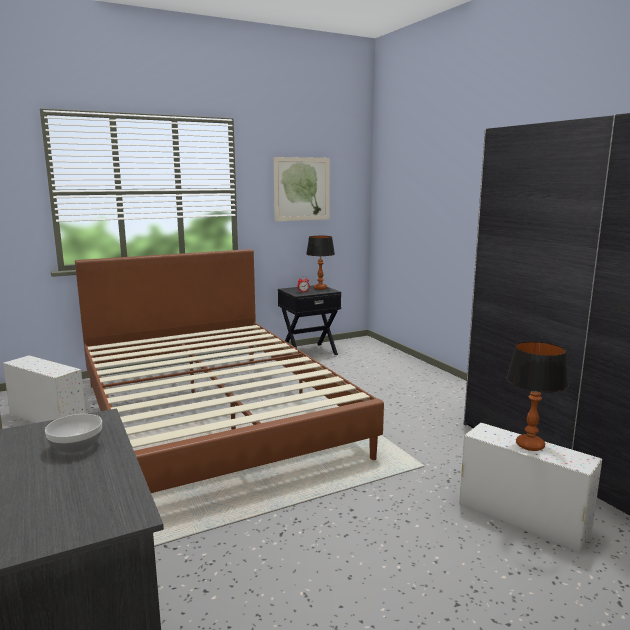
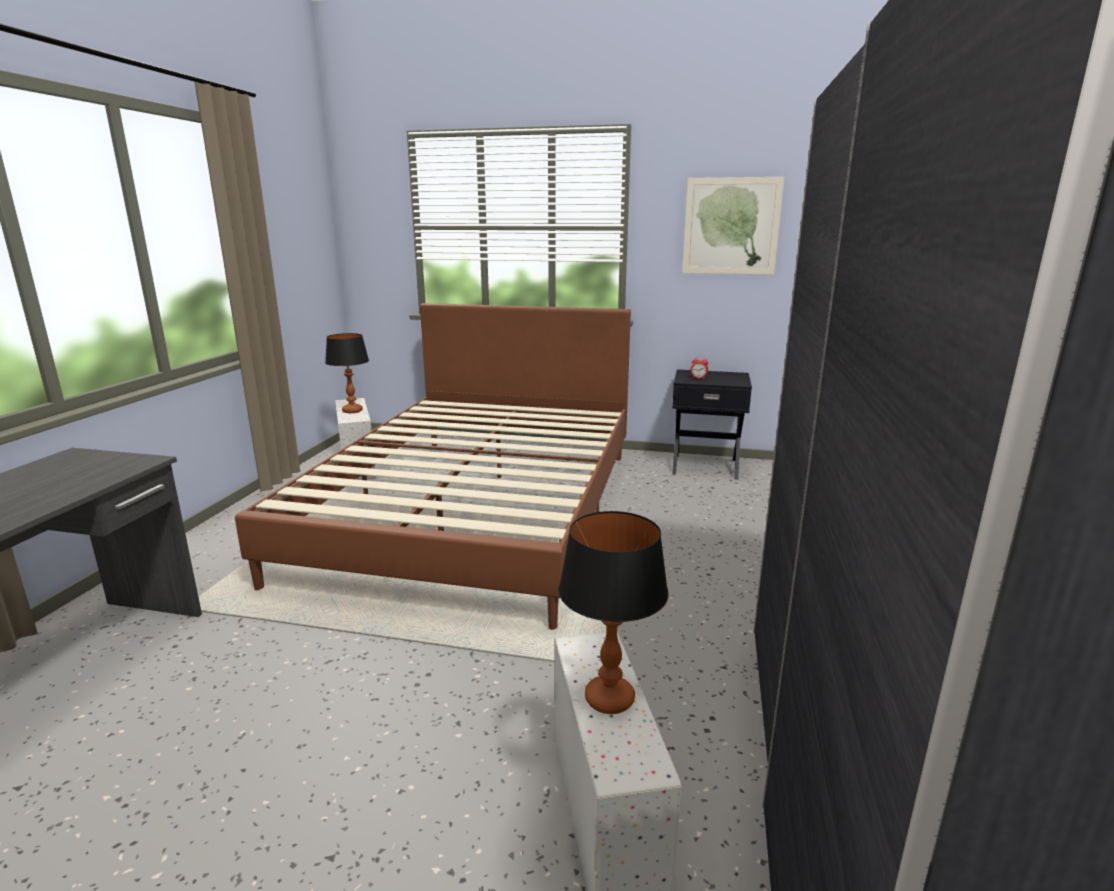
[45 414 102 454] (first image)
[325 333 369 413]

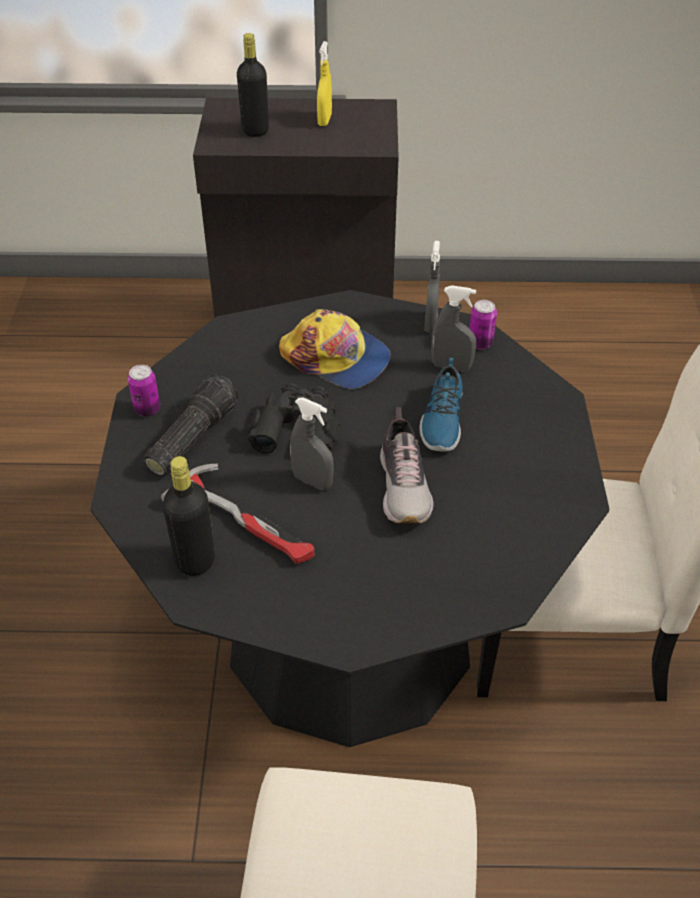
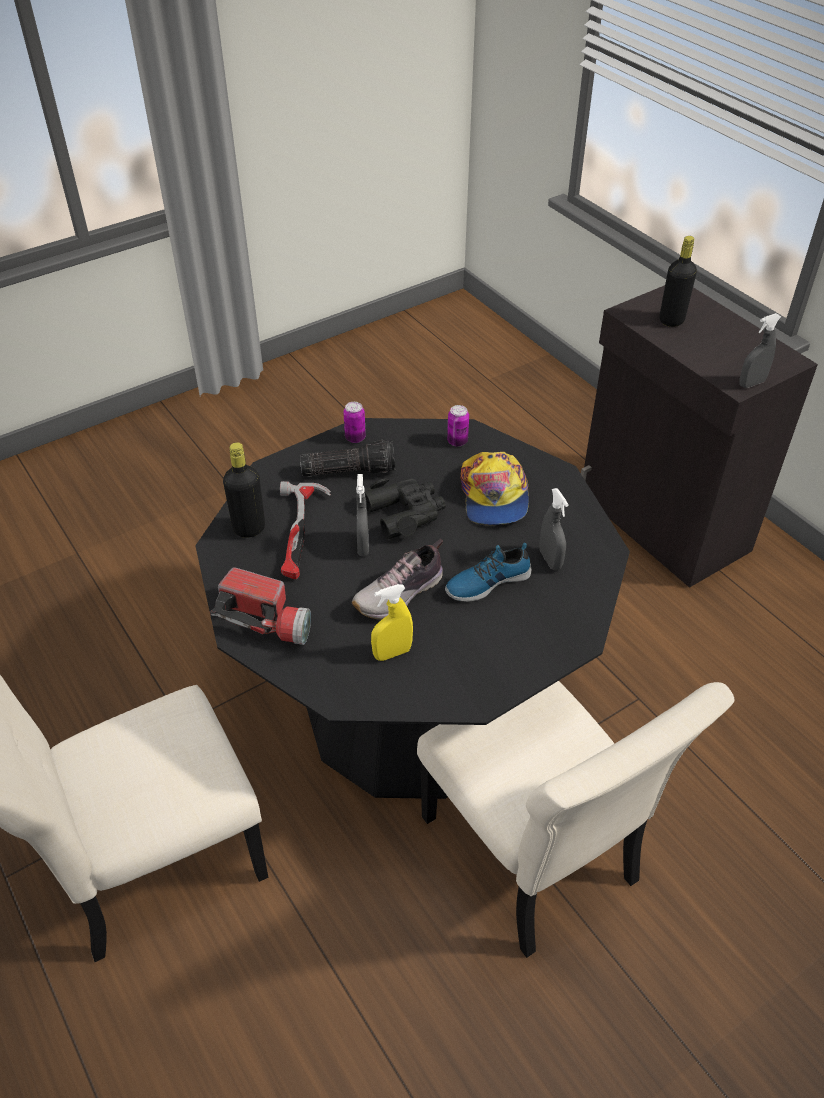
[210 568 311 645]
[371 584 413 661]
[740 313 781 388]
[447 405 469 447]

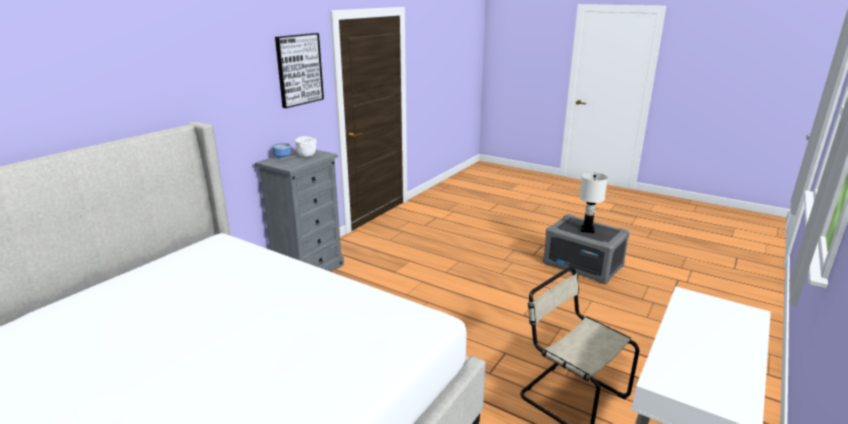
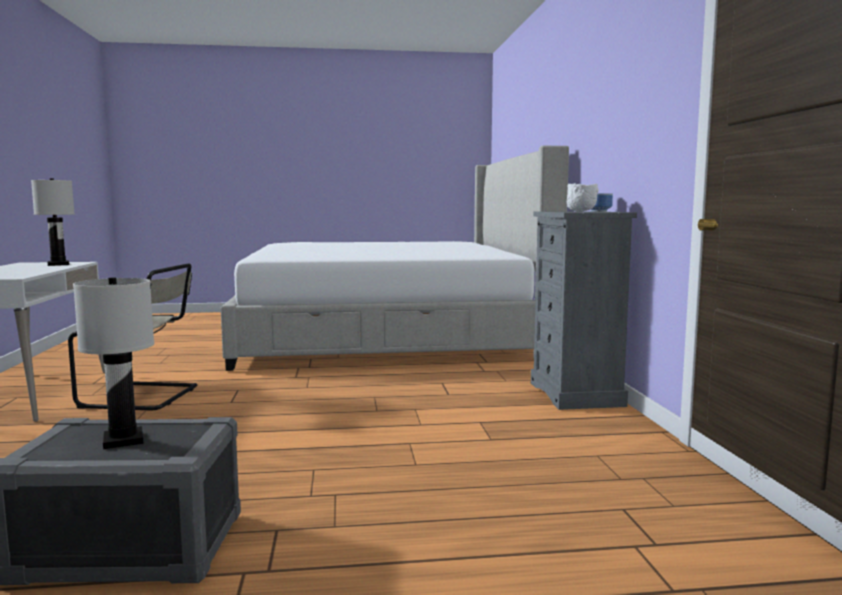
[275 33 324 108] (first image)
[31 178 75 266]

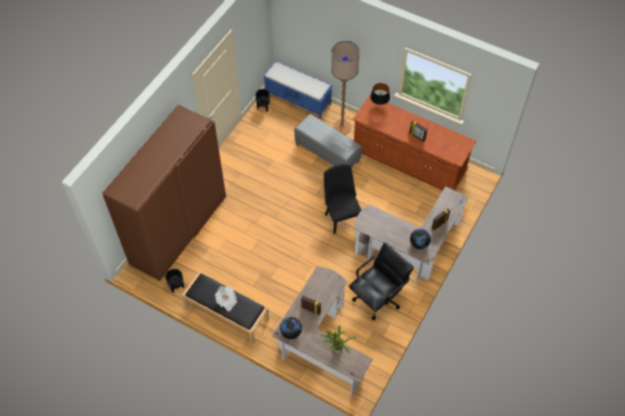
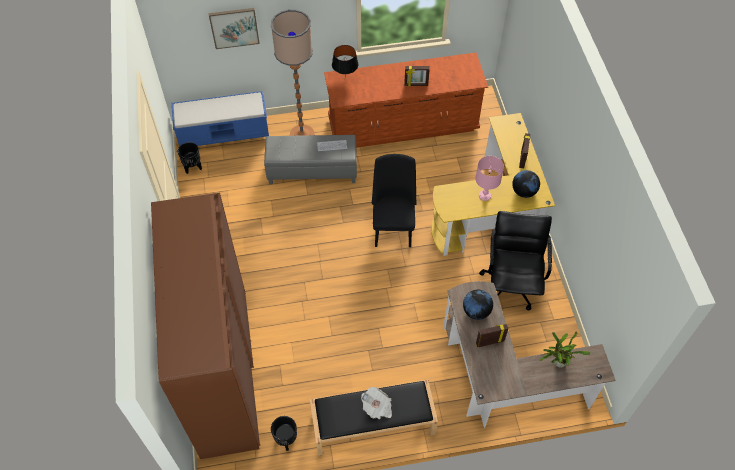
[209 8 260 49]
[475 156 504 201]
[463 290 493 320]
[432 113 555 256]
[372 154 417 247]

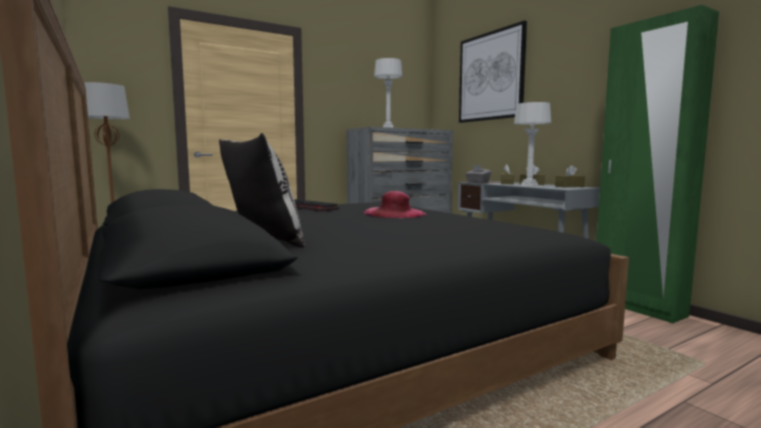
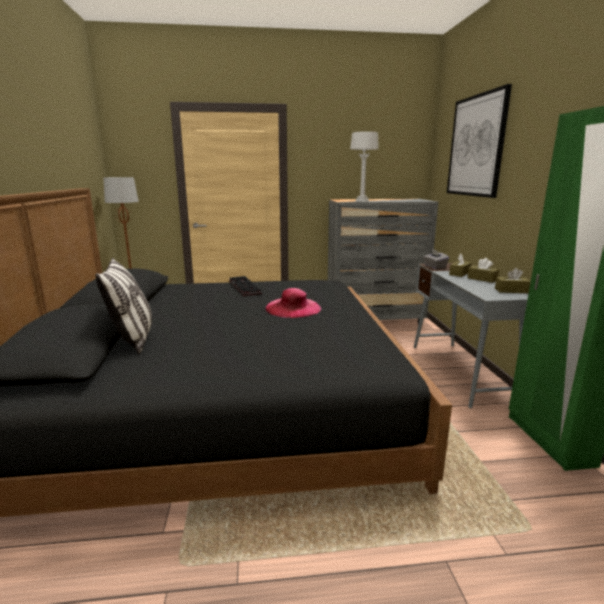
[514 102 551 187] (first image)

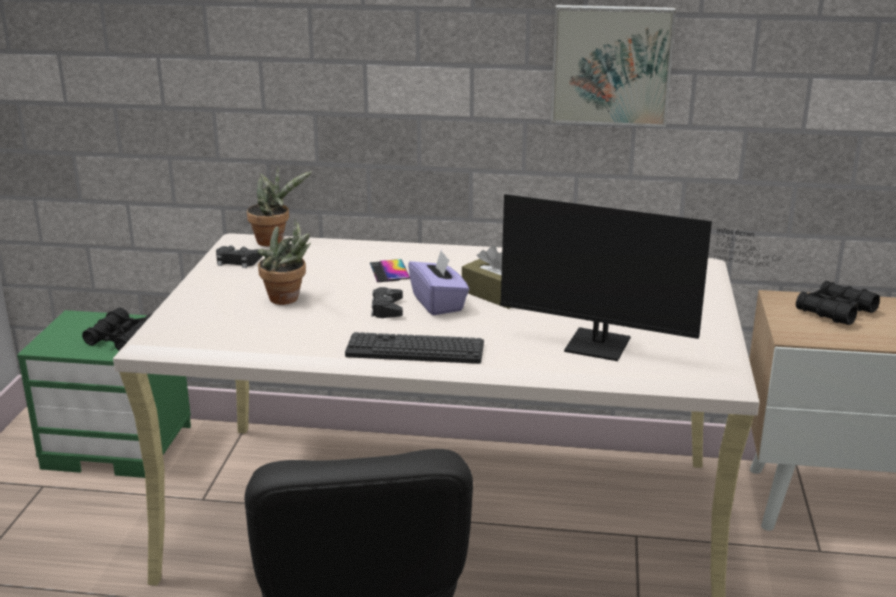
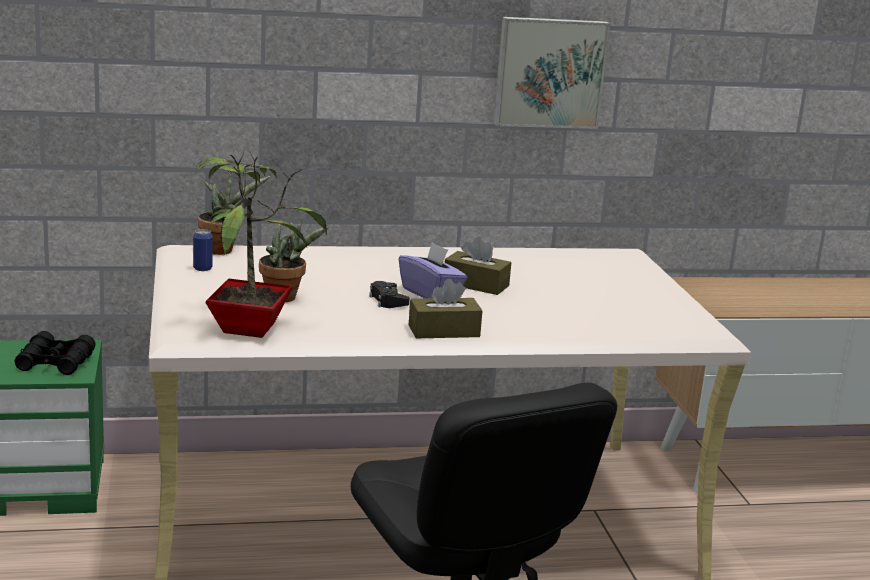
[370 259 410 282] (first image)
[500 194 781 361] (first image)
[796 281 880 325] (first image)
[195 148 327 338]
[193 229 213 271]
[409 279 483 338]

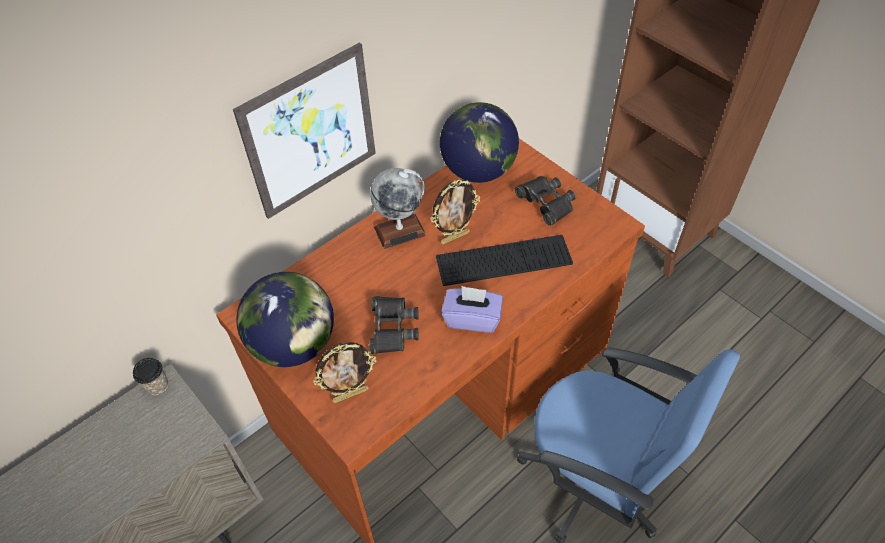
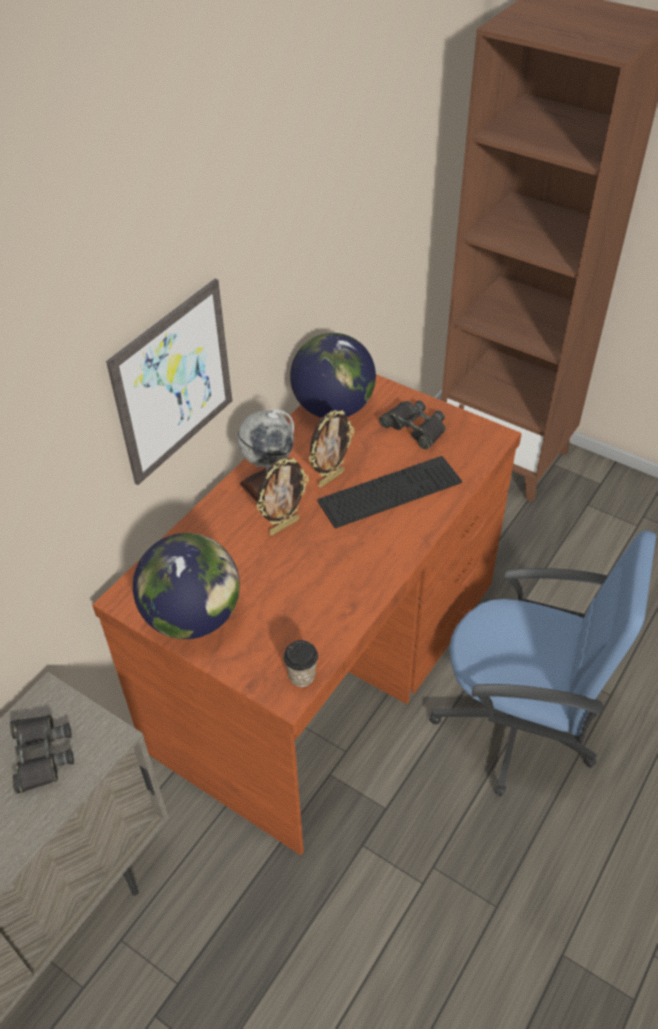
[441 286 503 333] (first image)
[283 640 318 687]
[256 458 309 536]
[10 715 74 794]

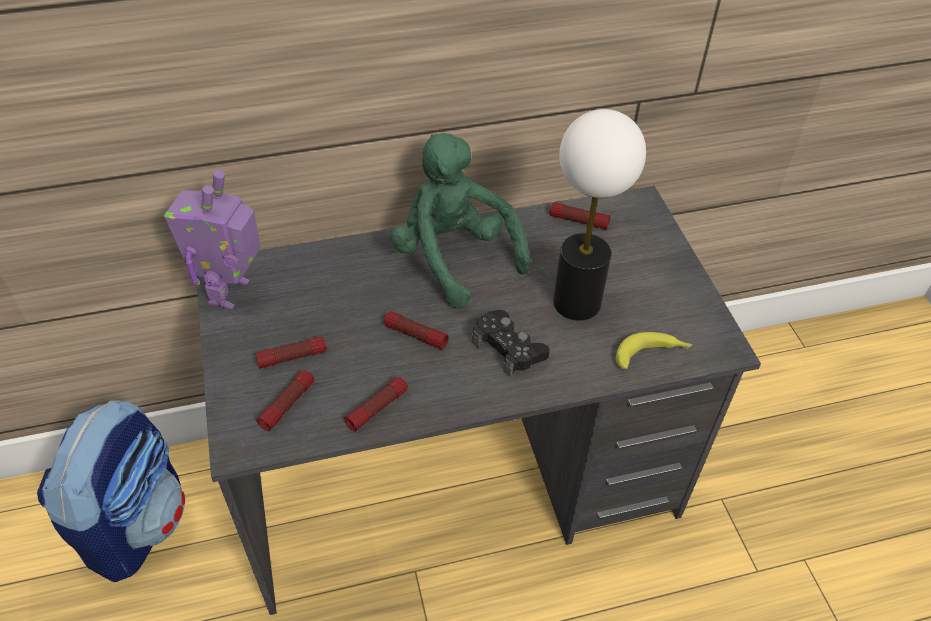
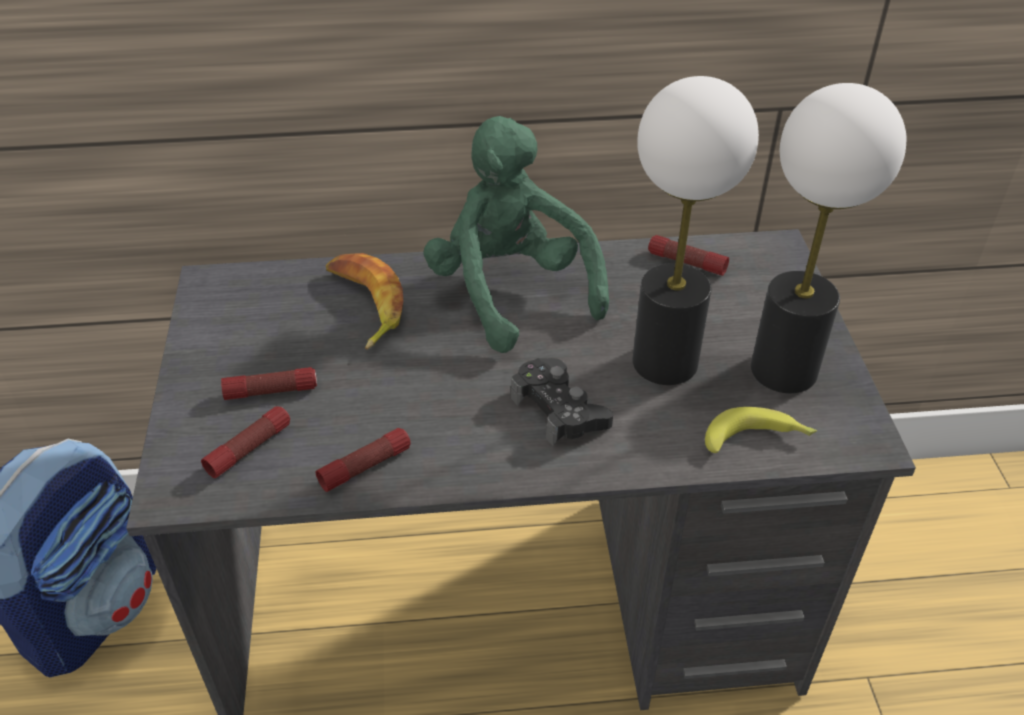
[164 170 261 310] (first image)
[384 311 448 350] (first image)
[326 253 403 350]
[751 83 906 393]

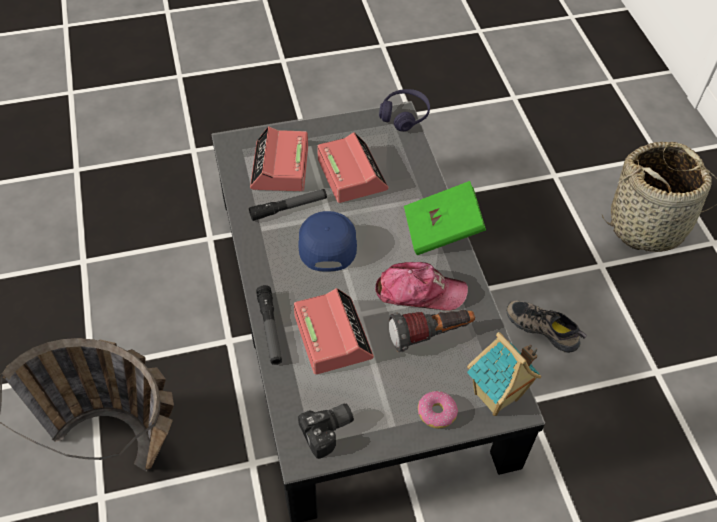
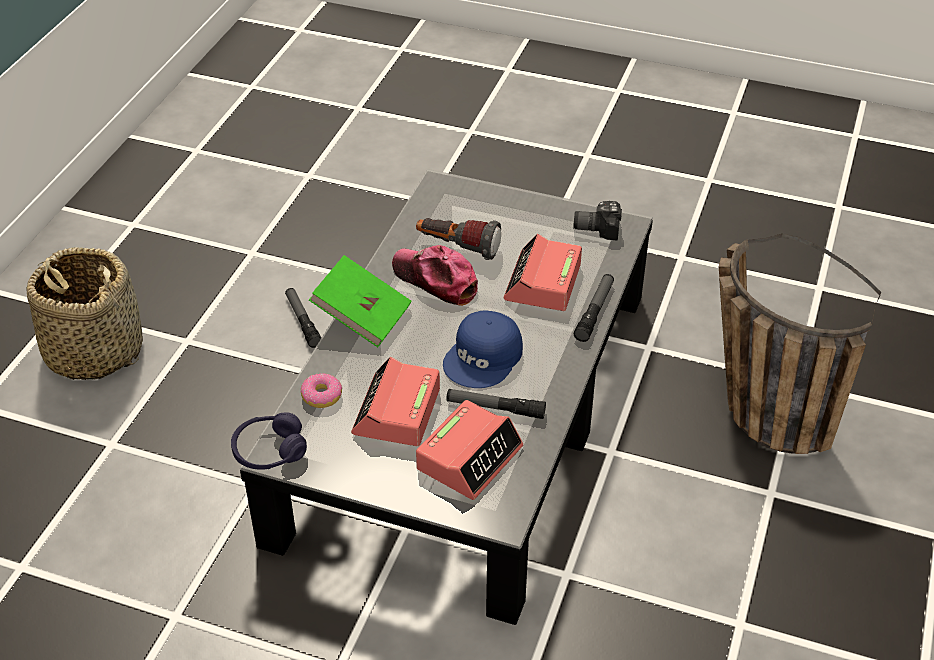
[467 332 541 416] (first image)
[301 373 342 408]
[285 288 321 348]

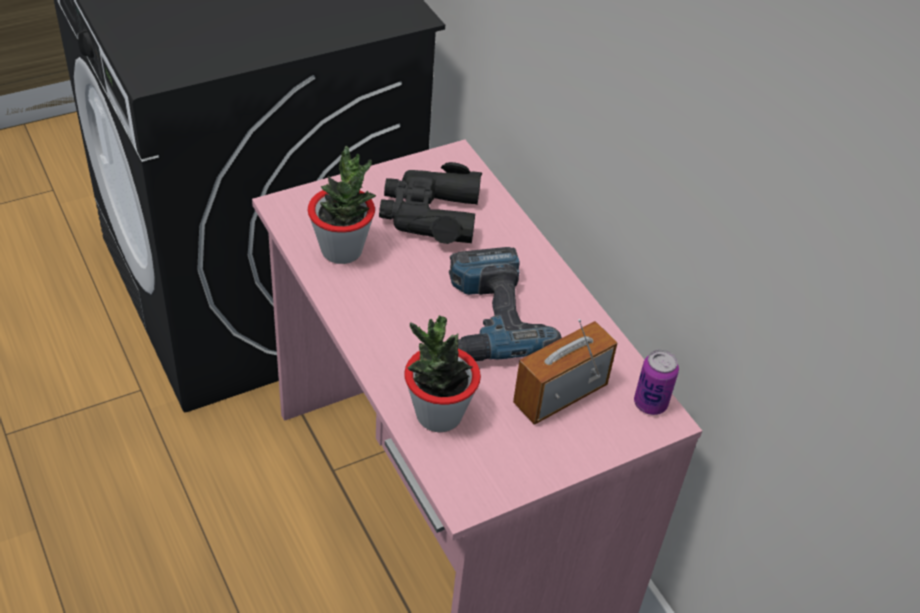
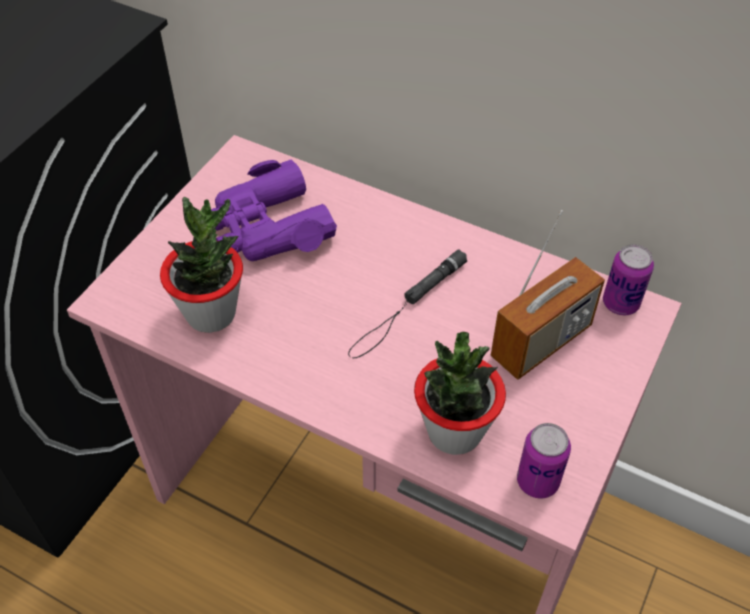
[517 423 571 499]
[348 249 468 358]
[211 159 337 261]
[491 210 605 380]

